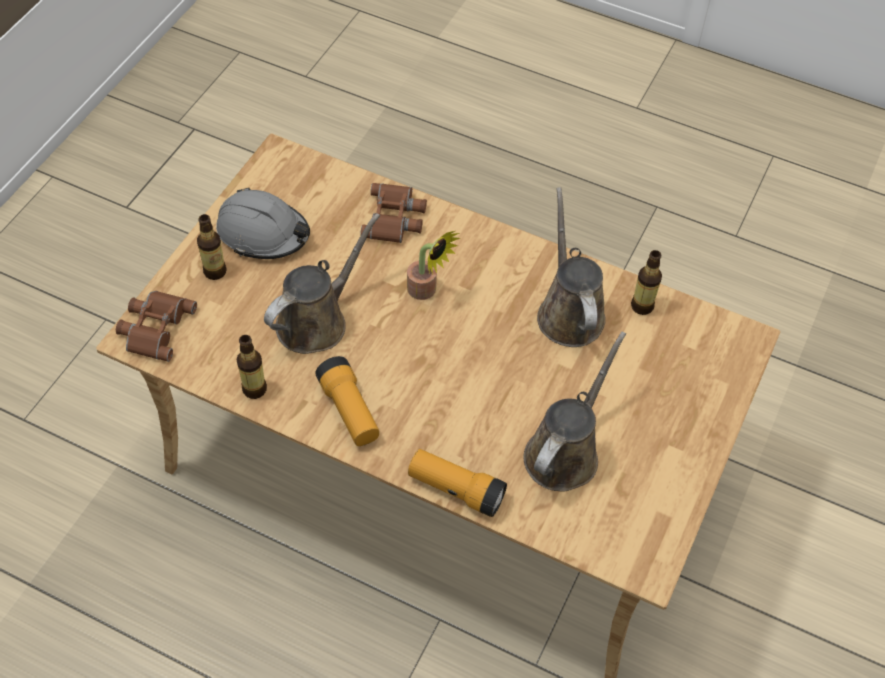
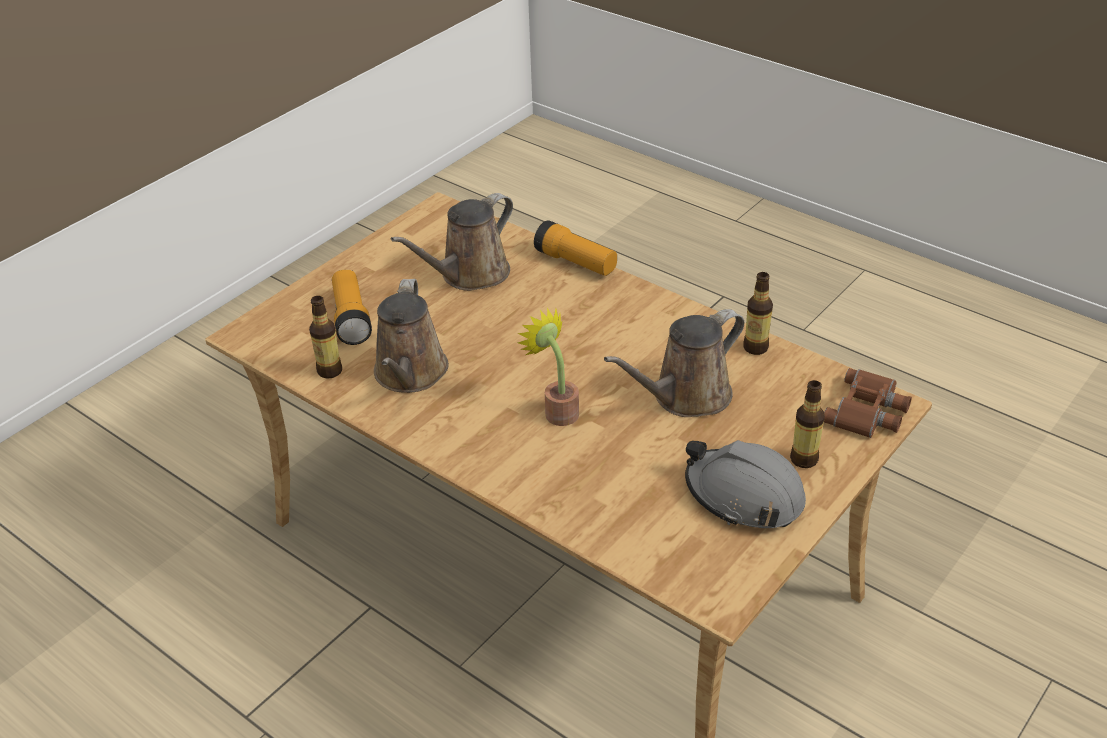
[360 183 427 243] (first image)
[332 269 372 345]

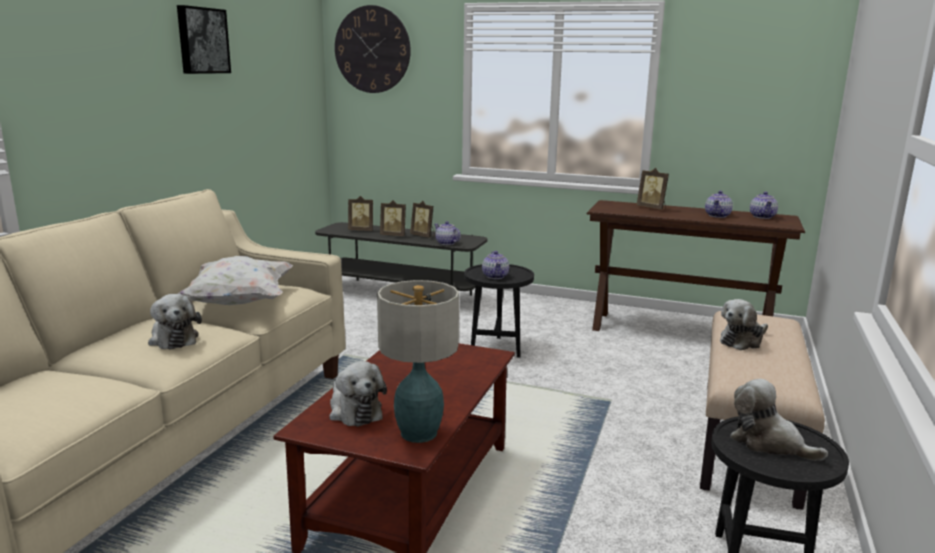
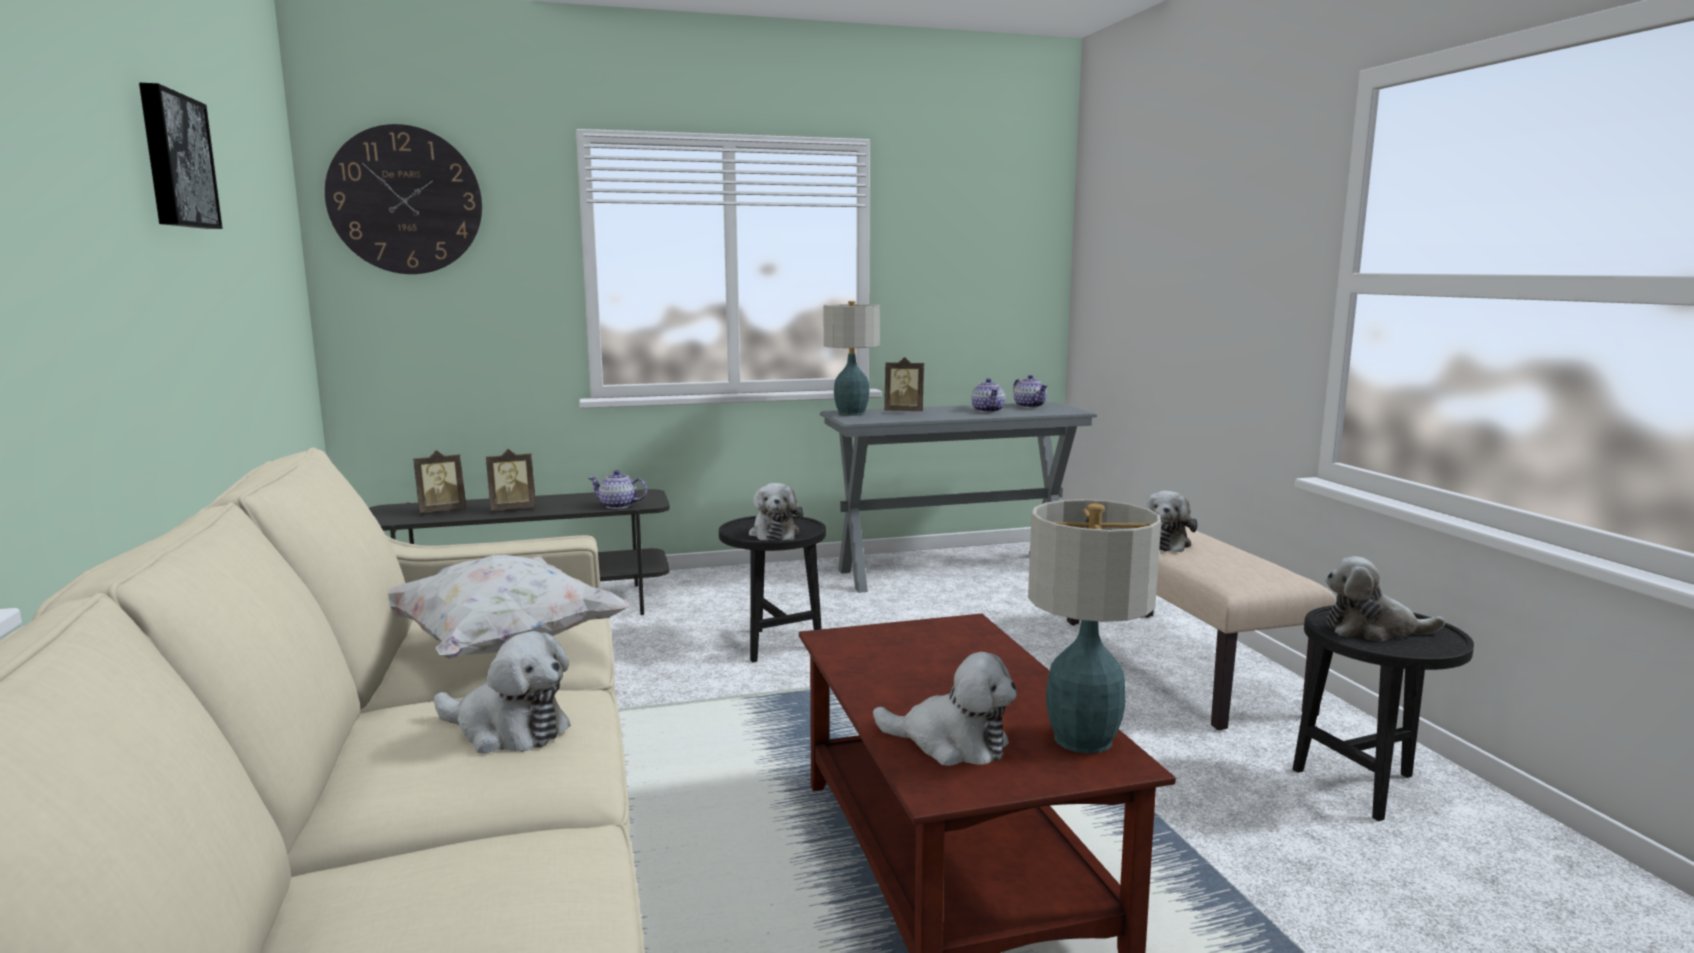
[410 201 435 238] (first image)
[824 301 880 416]
[749 483 804 541]
[820 402 1097 593]

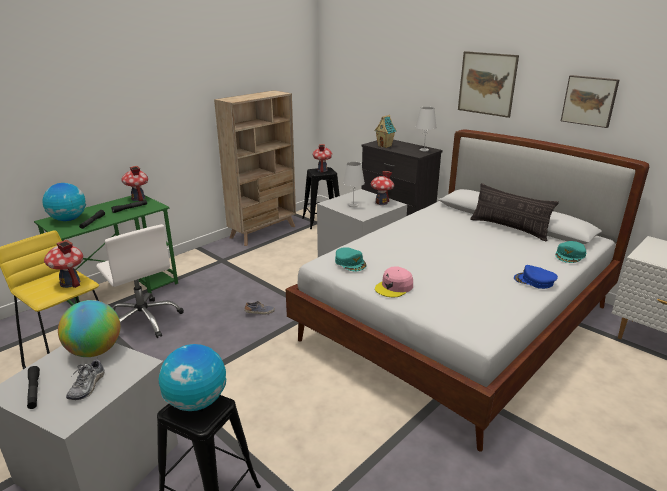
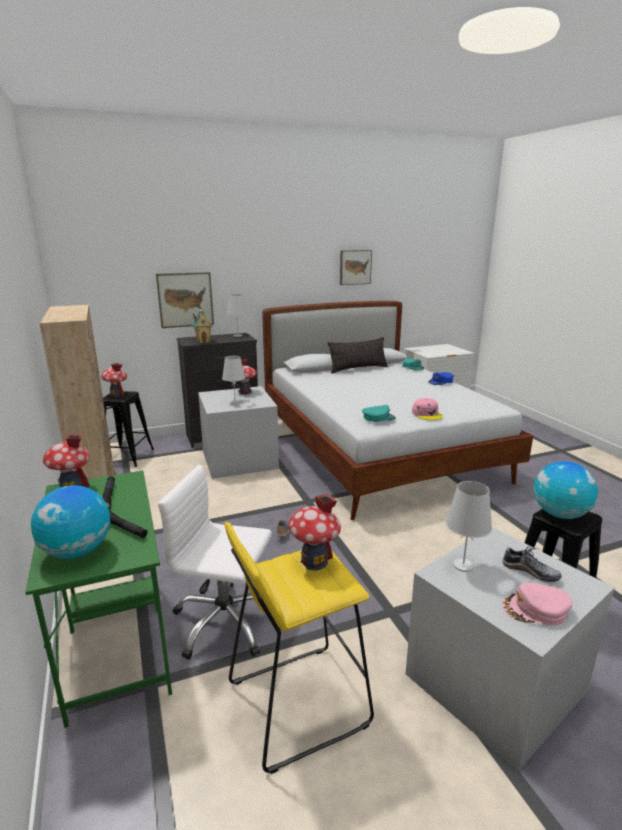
[156 272 214 328]
[502 583 572 626]
[445 481 492 572]
[158 465 272 660]

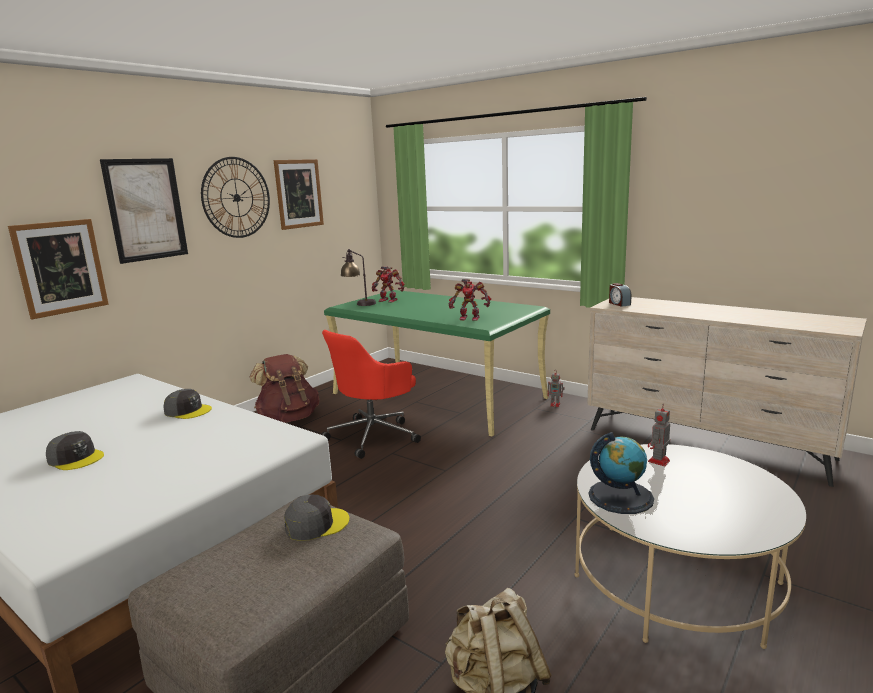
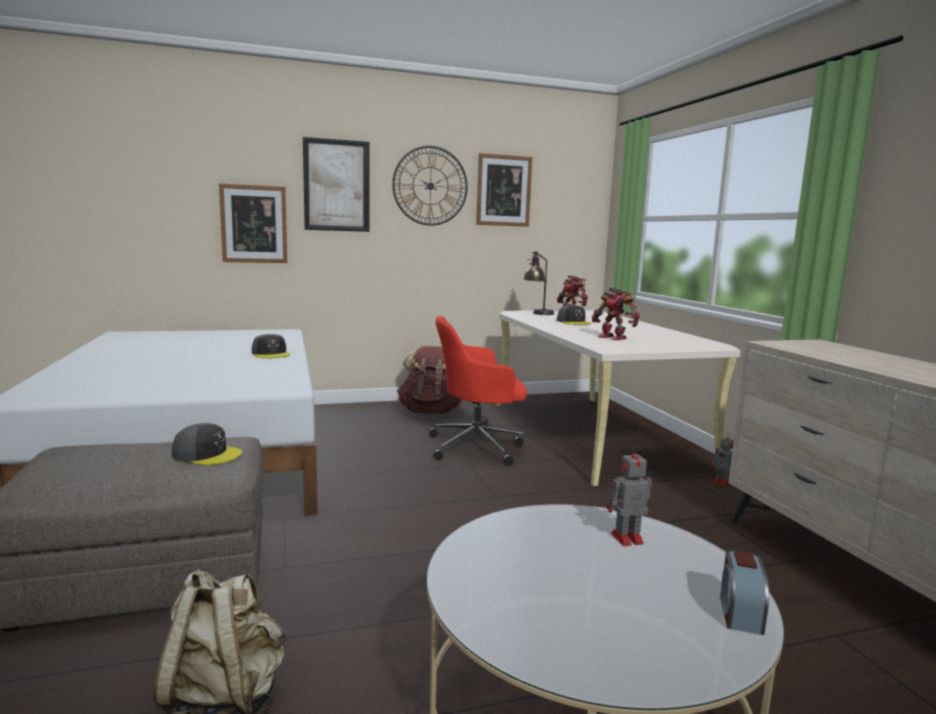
[588 432 654 514] (first image)
[557 305 591 325]
[720 550 769 635]
[496 310 741 486]

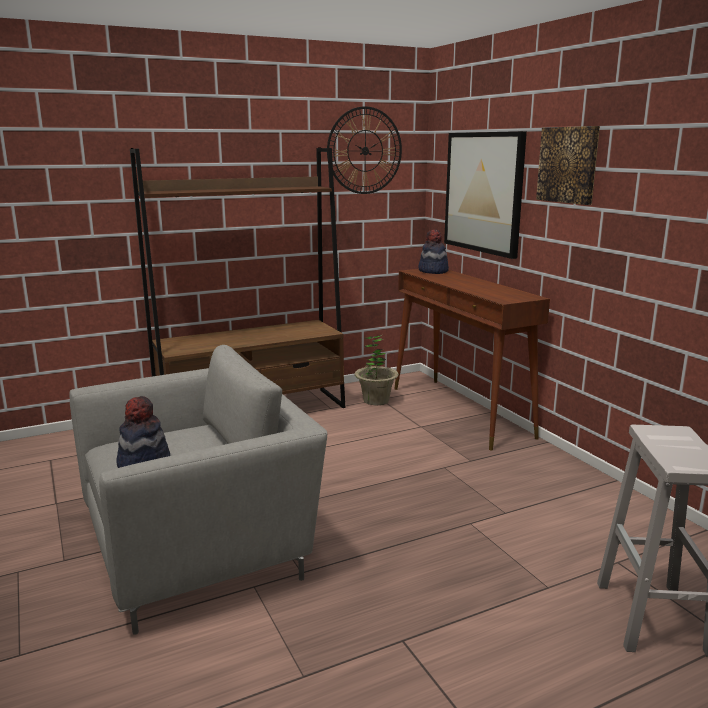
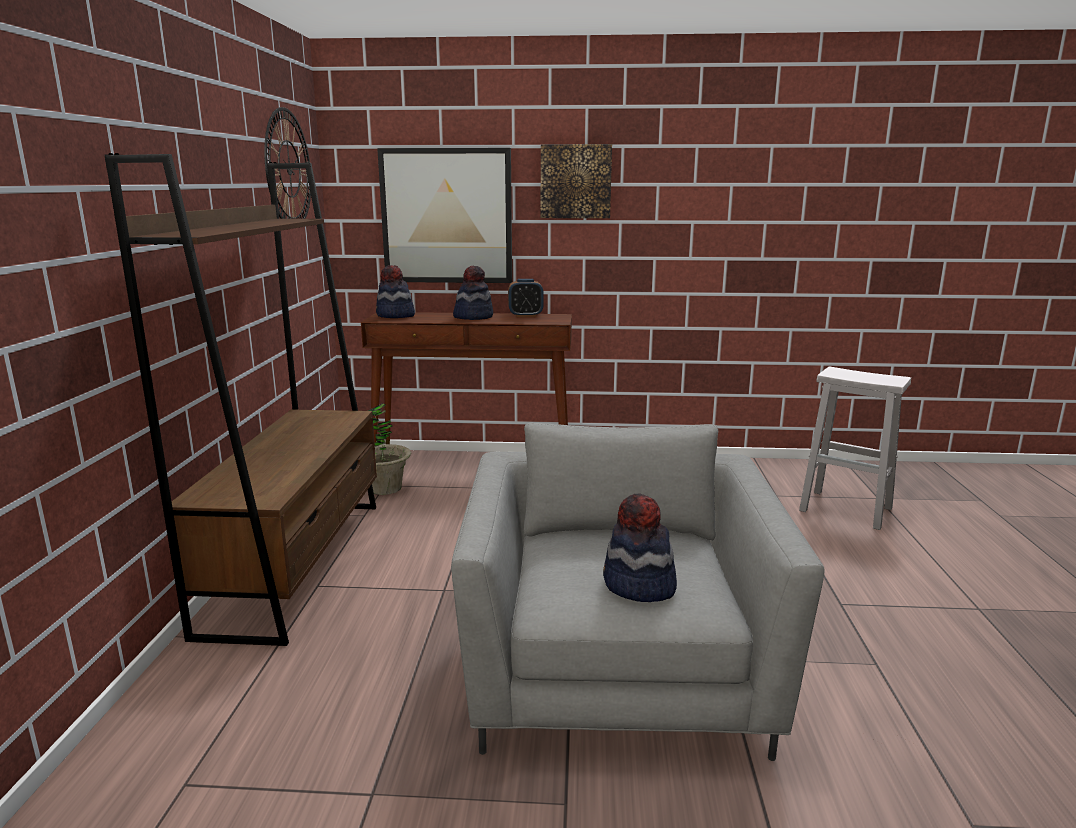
[453 266 493 320]
[508 279 544 317]

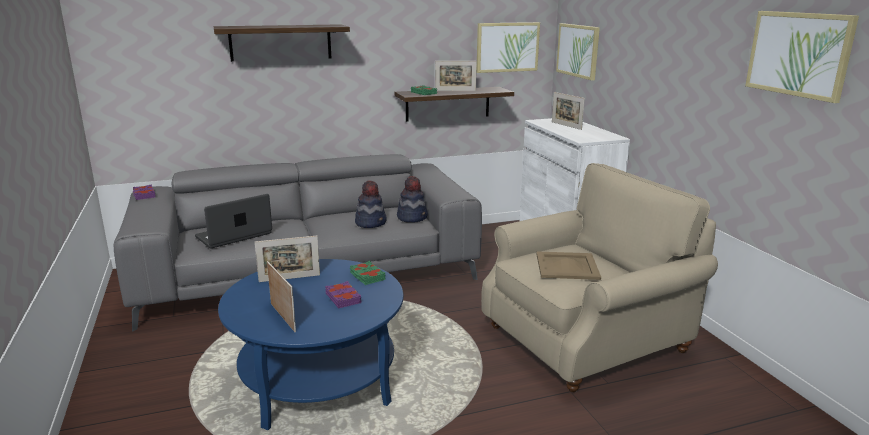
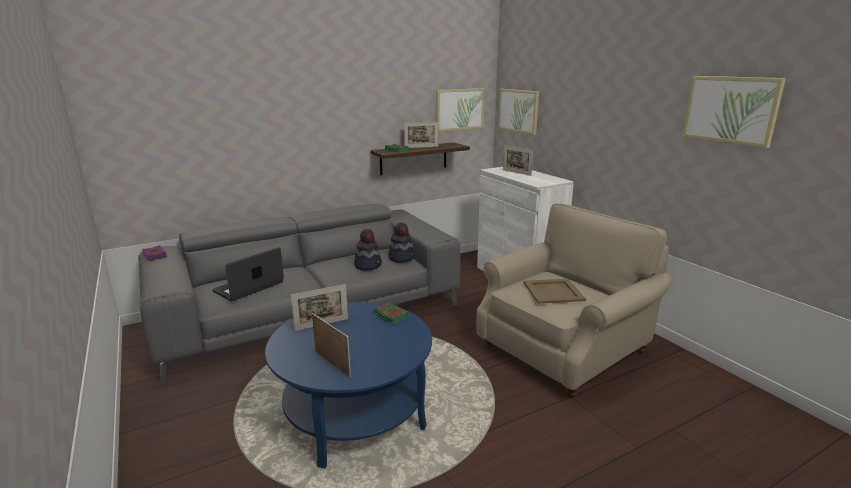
[214 24 350 62] (first image)
[325 281 361 309] (first image)

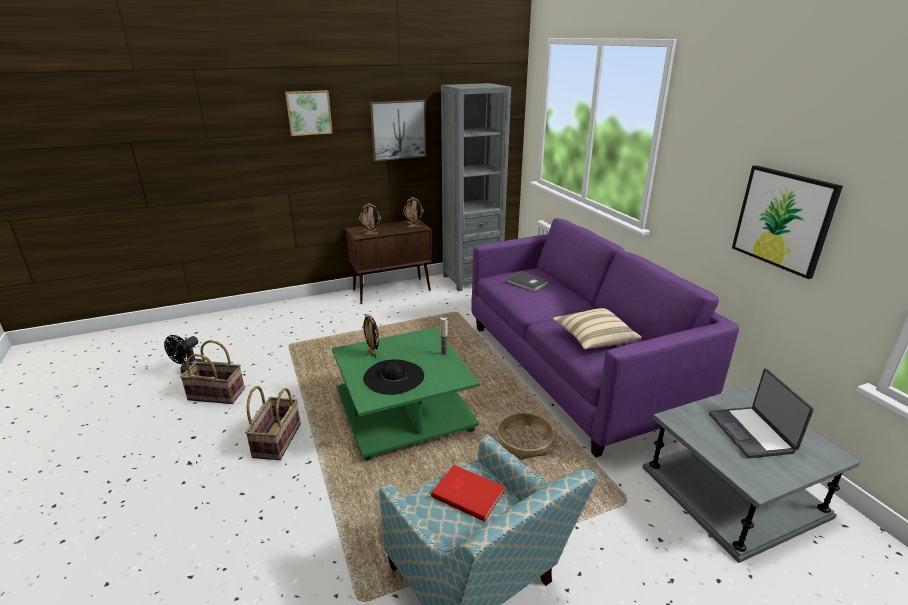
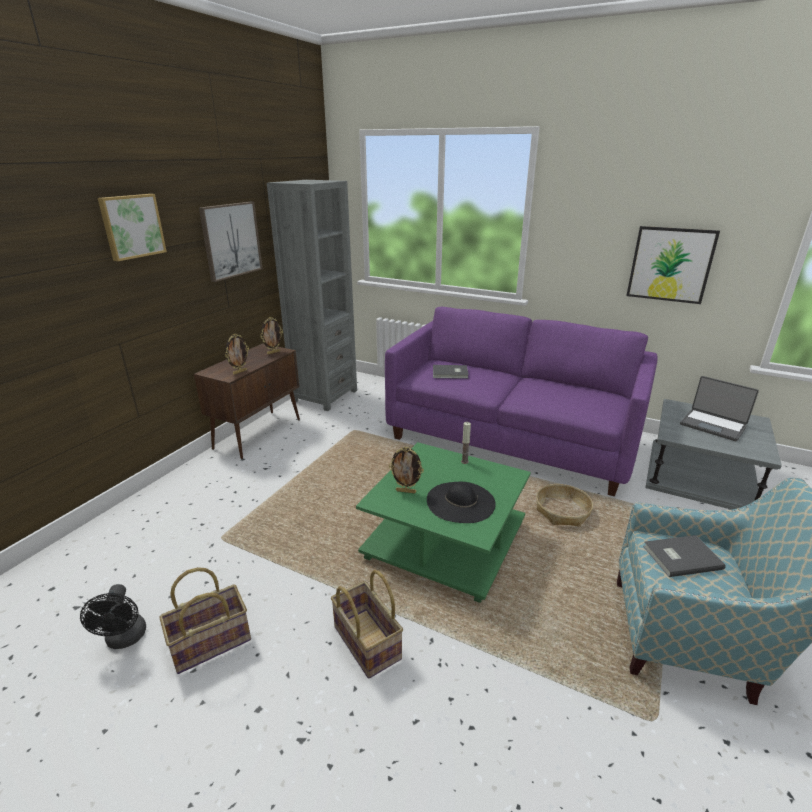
[553 308 642 349] (first image)
[643 535 725 577]

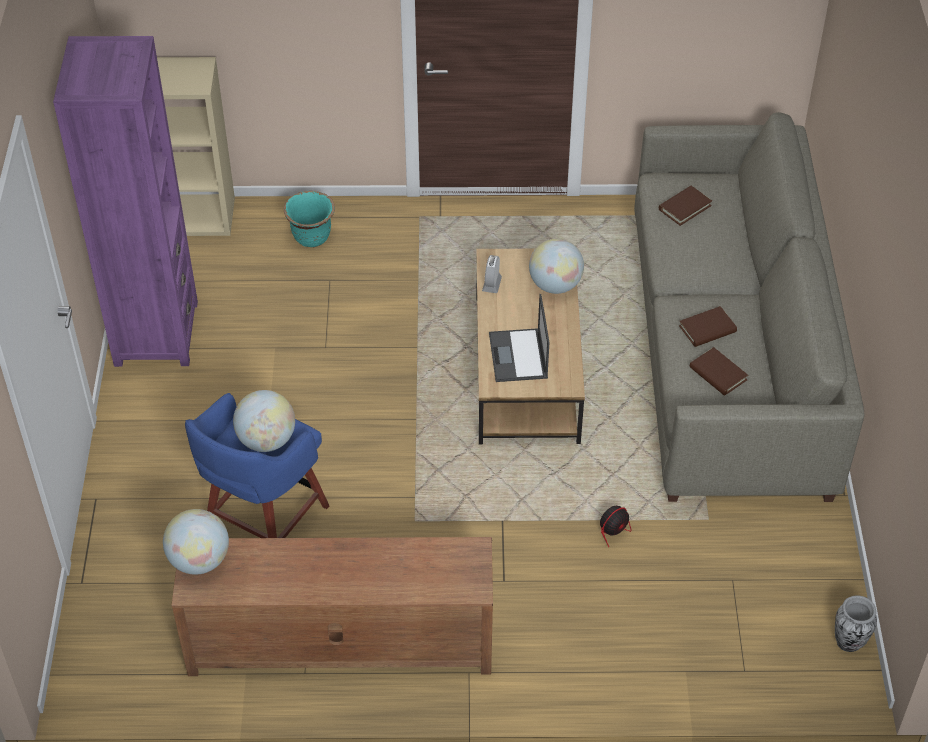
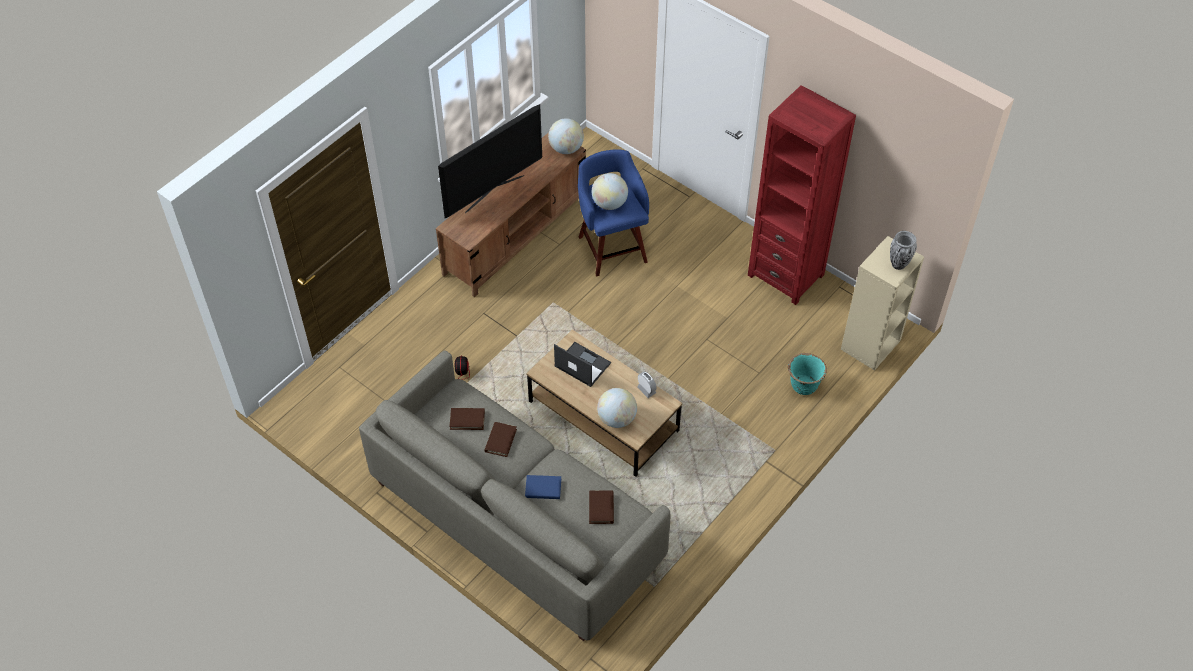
[438 104 542 218]
[525 475 561 499]
[890 231 917 270]
[748 85 856 305]

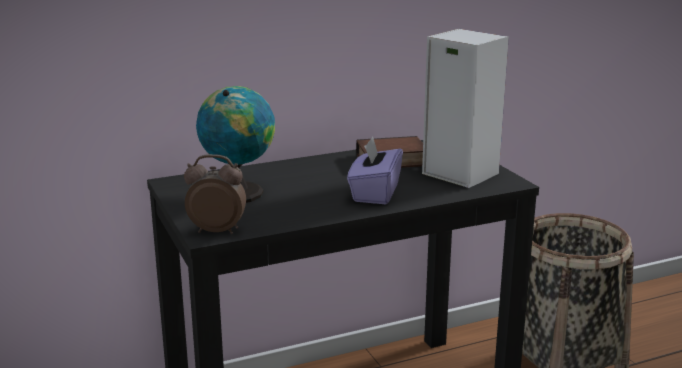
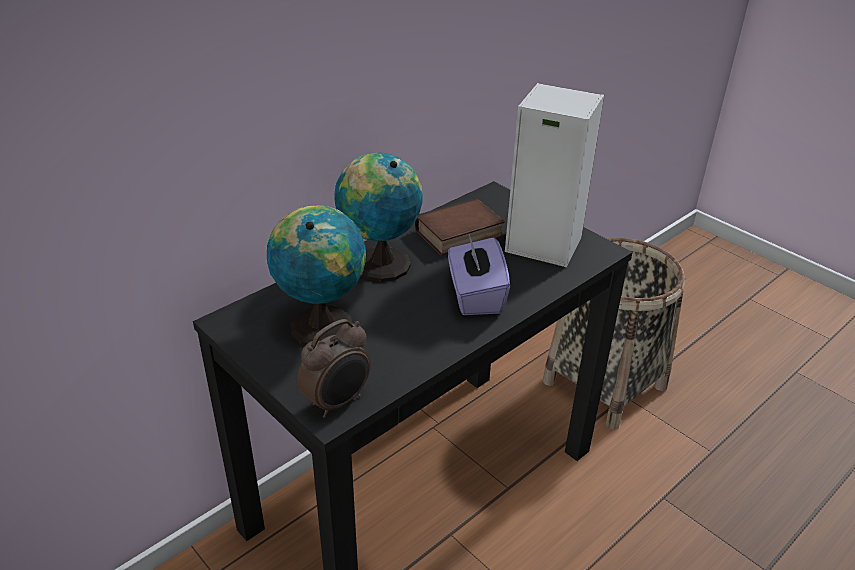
[334 152 423 282]
[297 319 371 418]

